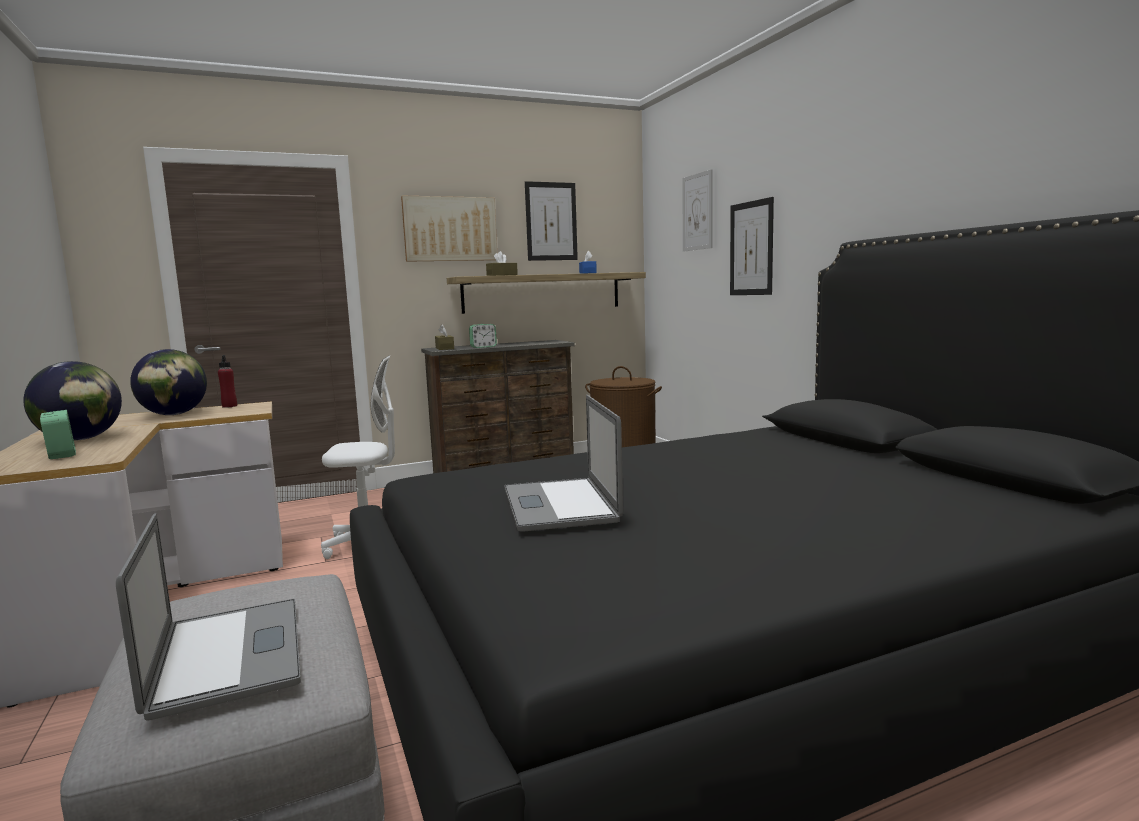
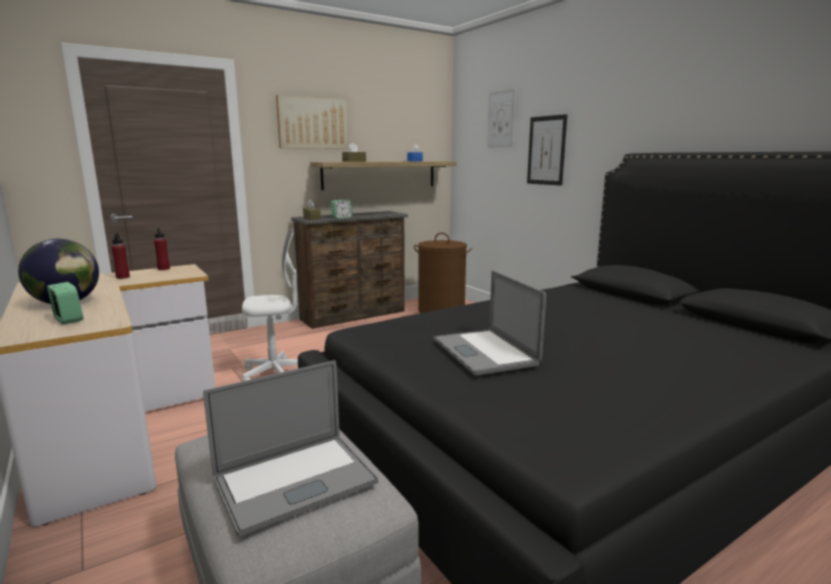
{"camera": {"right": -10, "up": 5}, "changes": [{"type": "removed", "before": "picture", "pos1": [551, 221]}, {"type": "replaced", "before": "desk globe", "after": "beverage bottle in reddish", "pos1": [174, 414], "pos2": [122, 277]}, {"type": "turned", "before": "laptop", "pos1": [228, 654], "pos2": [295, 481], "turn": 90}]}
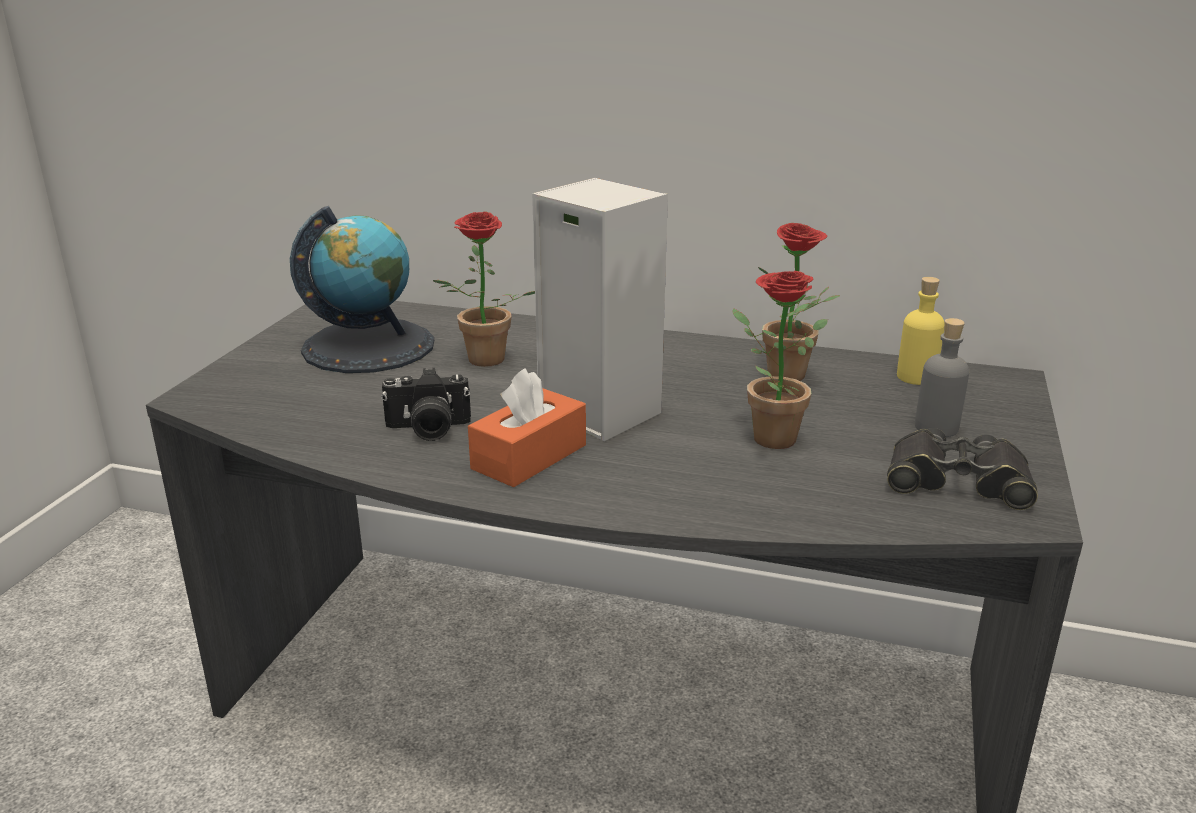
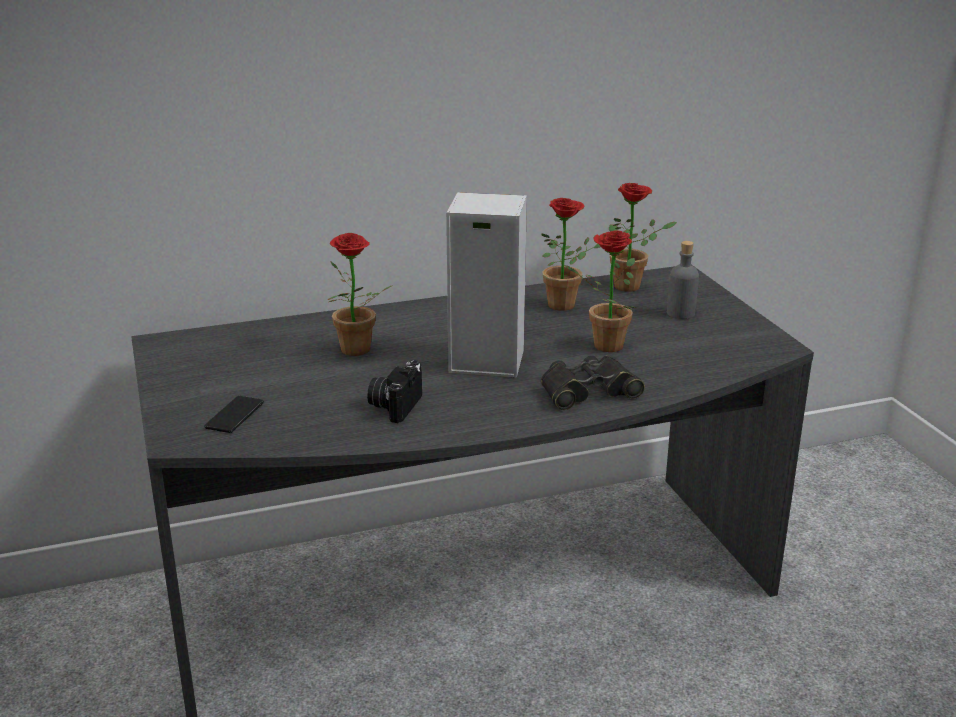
{"camera": {"right": -35, "up": 0}, "changes": [{"type": "removed", "before": "desk globe", "pos1": [368, 346]}, {"type": "removed", "before": "box of tissues in orange-coloured", "pos1": [529, 457]}, {"type": "added", "after": "telephone", "pos2": [234, 415]}, {"type": "moved", "before": "field glasses in black", "pos1": [957, 481], "pos2": [588, 391]}, {"type": "replaced", "before": "beverage bottle in yellow", "after": "houseplant", "pos1": [916, 377], "pos2": [633, 286]}, {"type": "turned", "before": "photo camera", "pos1": [428, 429], "pos2": [395, 406], "turn": 150}]}
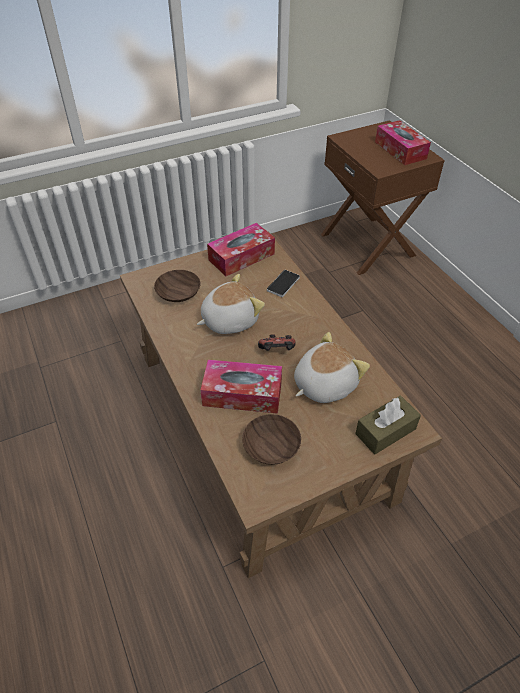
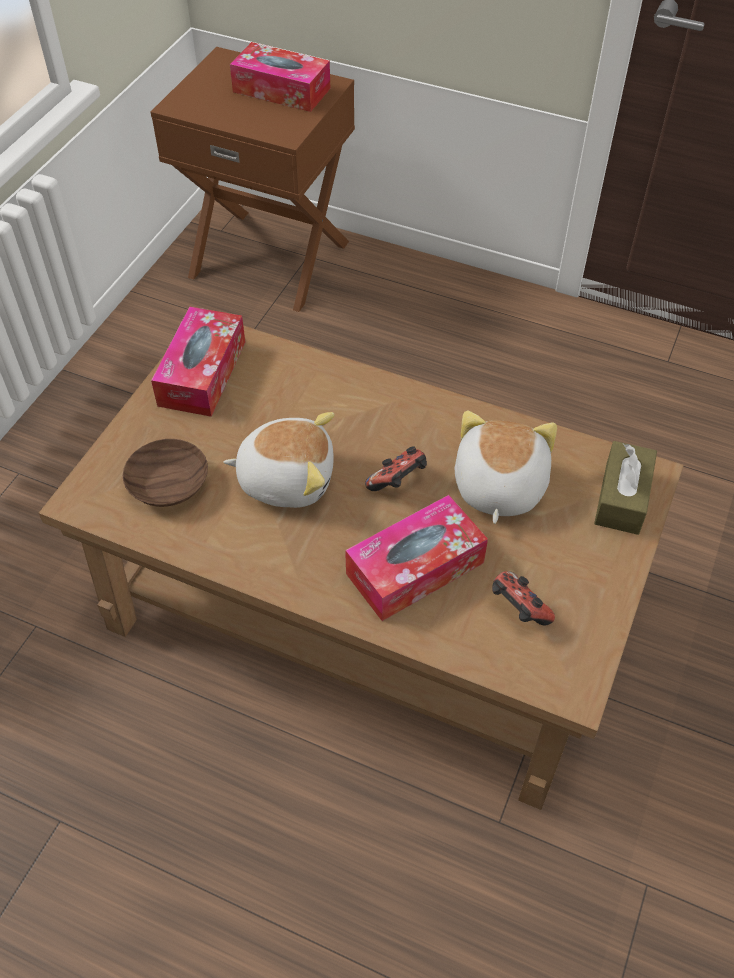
{"camera": {"right": -40, "up": 5}, "changes": [{"type": "removed", "before": "telephone", "pos1": [283, 284]}, {"type": "replaced", "before": "bowl in brown", "after": "gamepad", "pos1": [270, 445], "pos2": [518, 610]}, {"type": "turned", "before": "soft toy", "pos1": [229, 320], "pos2": [286, 478], "turn": 75}]}
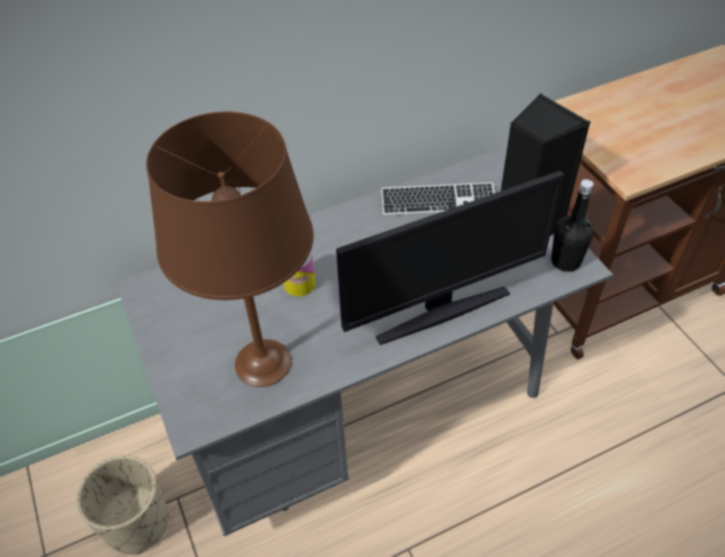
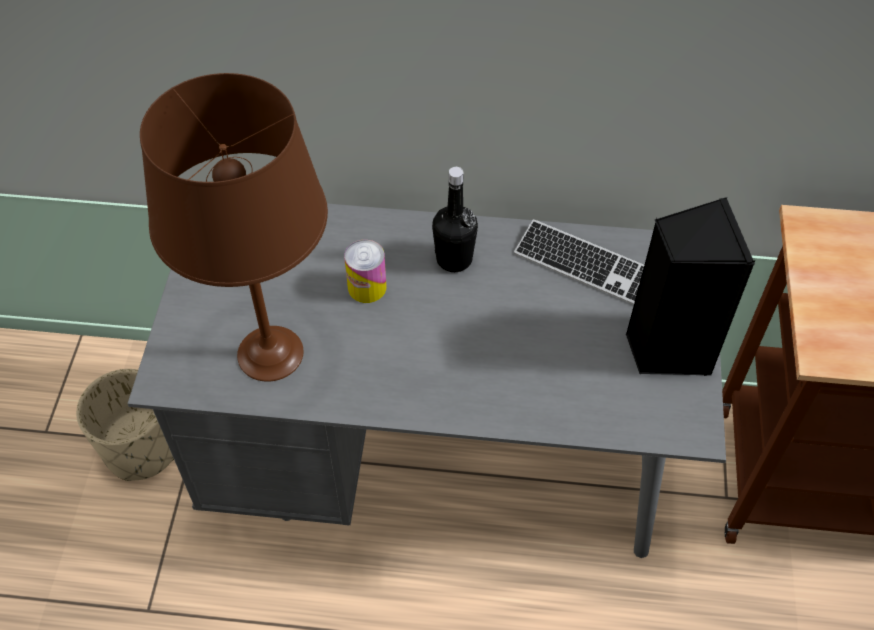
{"camera": {"right": 30, "up": 5}, "changes": [{"type": "removed", "before": "computer screen", "pos1": [441, 312]}, {"type": "moved", "before": "beverage bottle in black", "pos1": [565, 261], "pos2": [454, 259]}]}
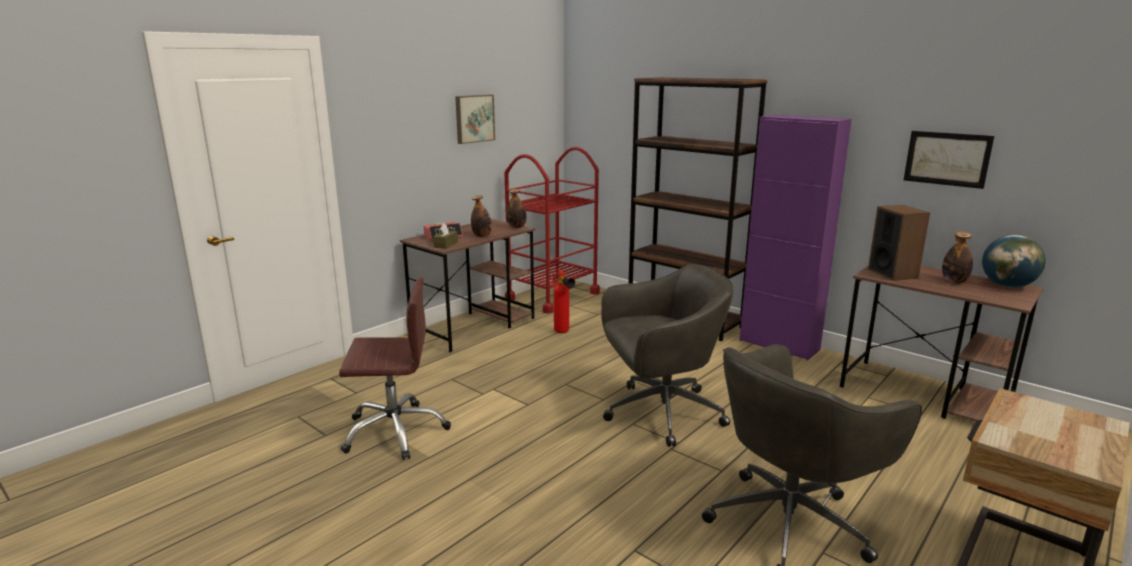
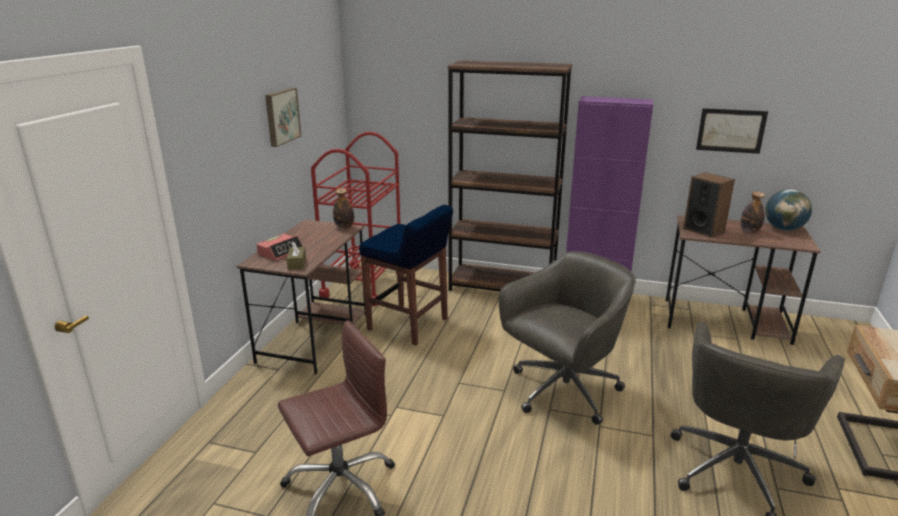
{"camera": {"right": -25, "up": 5}, "changes": [{"type": "removed", "before": "beverage bottle", "pos1": [482, 236]}, {"type": "replaced", "before": "fire extinguisher", "after": "stool in bluish", "pos1": [563, 333], "pos2": [409, 325]}]}
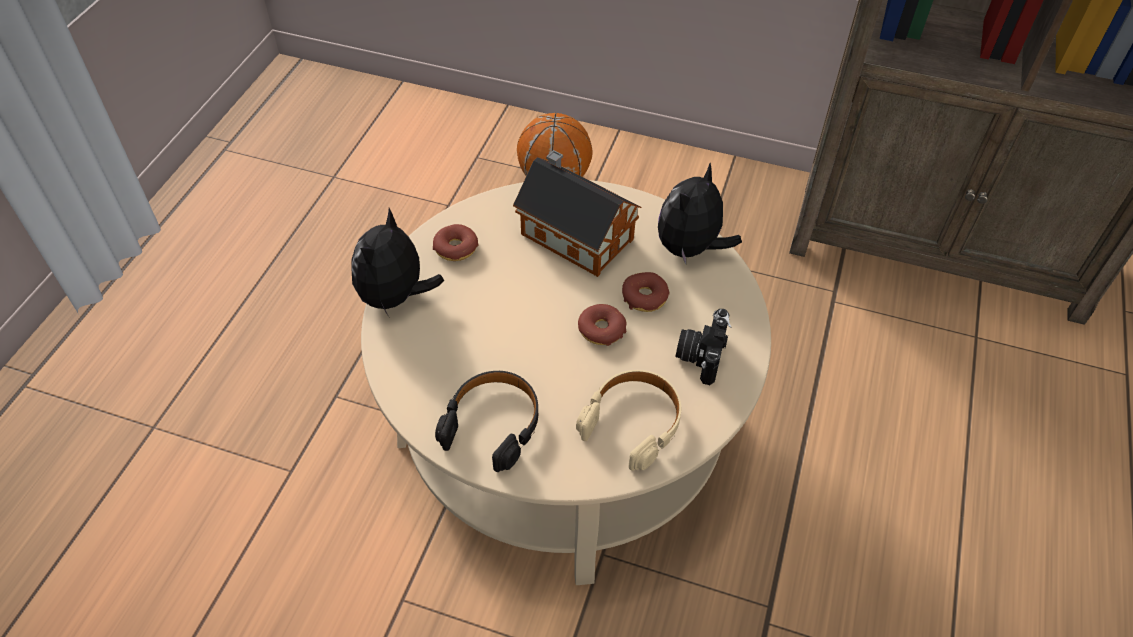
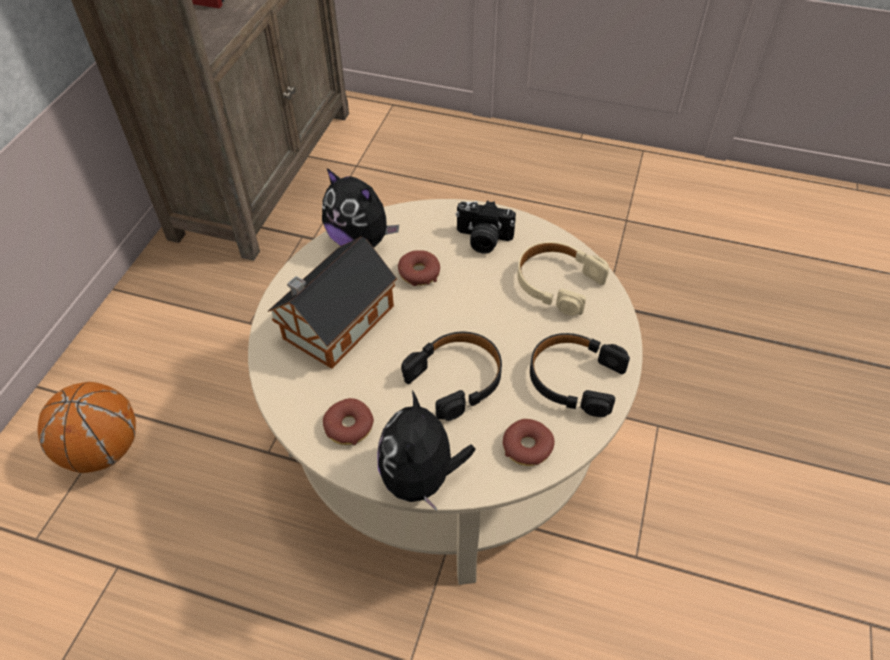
{"camera": {"right": -90, "up": 0}, "changes": [{"type": "added", "after": "headset in black", "pos2": [456, 378]}, {"type": "moved", "before": "doughnut", "pos1": [601, 330], "pos2": [527, 447]}, {"type": "turned", "before": "soft toy", "pos1": [396, 297], "pos2": [421, 478], "turn": 75}]}
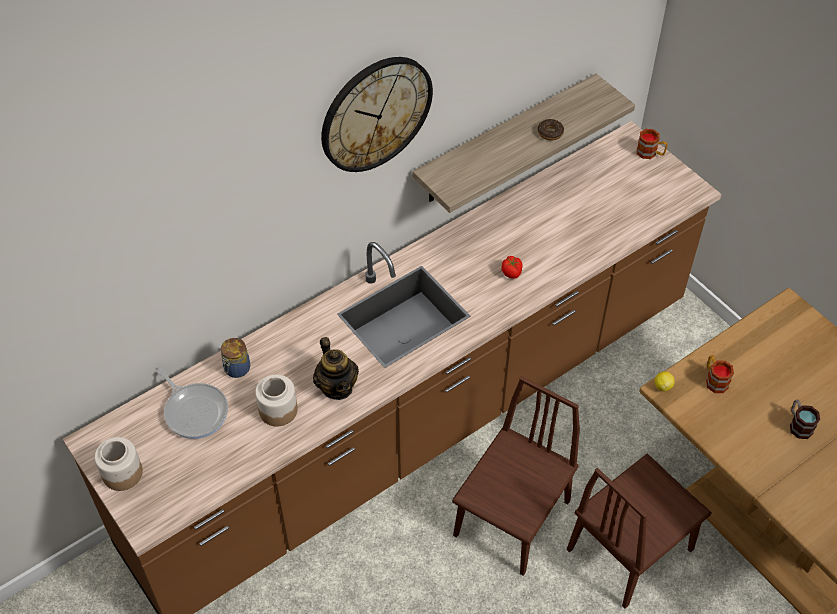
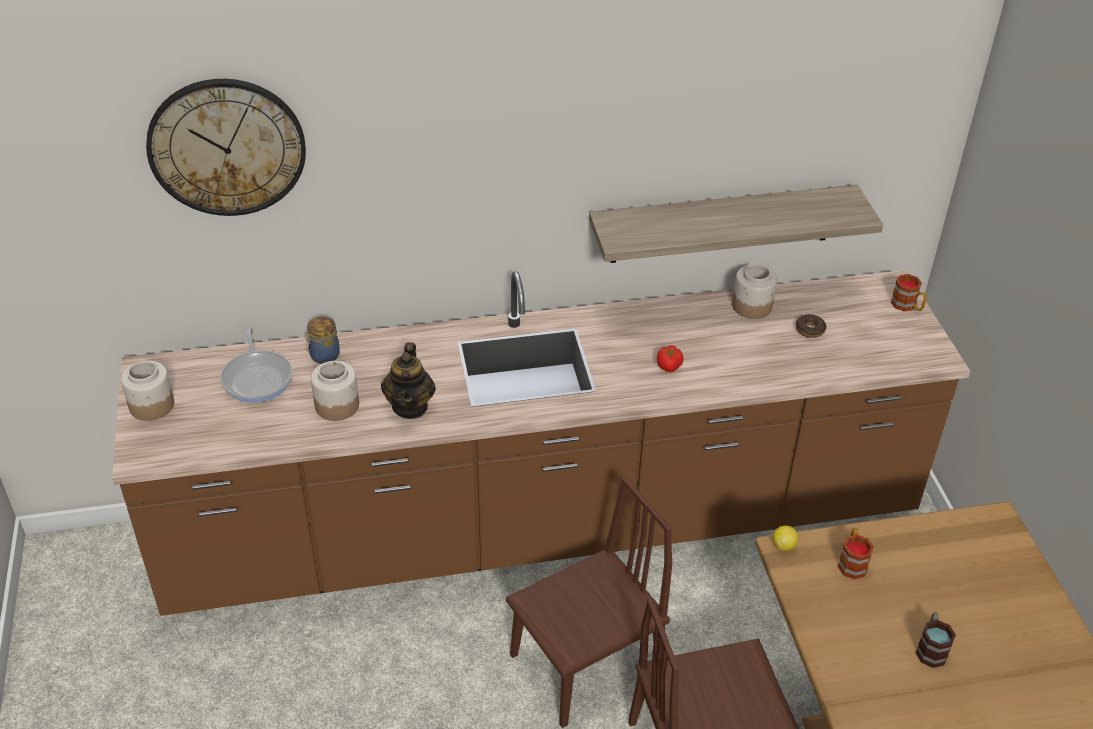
{"camera": {"right": 25, "up": -10}, "changes": [{"type": "added", "after": "storage jar", "pos2": [752, 306]}, {"type": "moved", "before": "hanging clock", "pos1": [376, 114], "pos2": [227, 147]}, {"type": "moved", "before": "doughnut", "pos1": [550, 133], "pos2": [810, 330]}]}
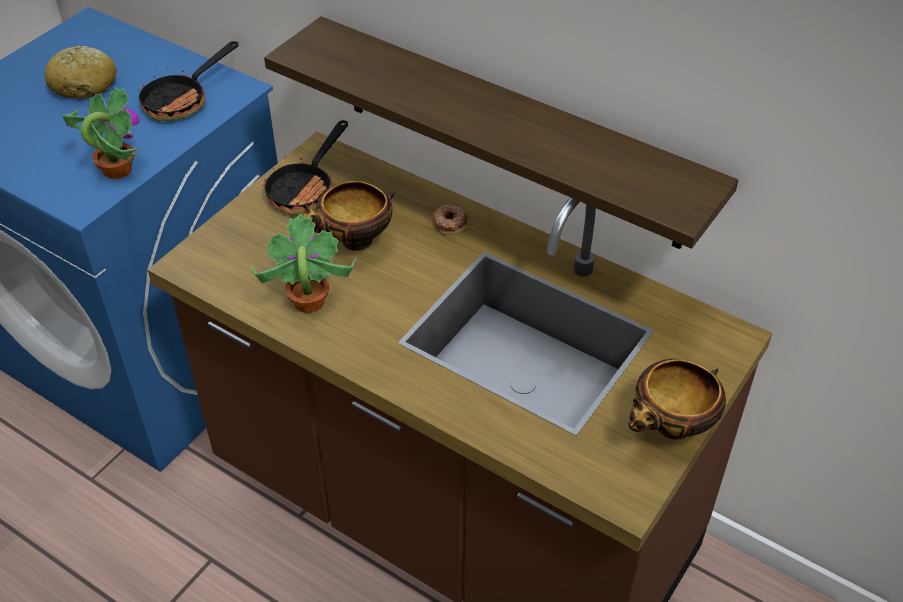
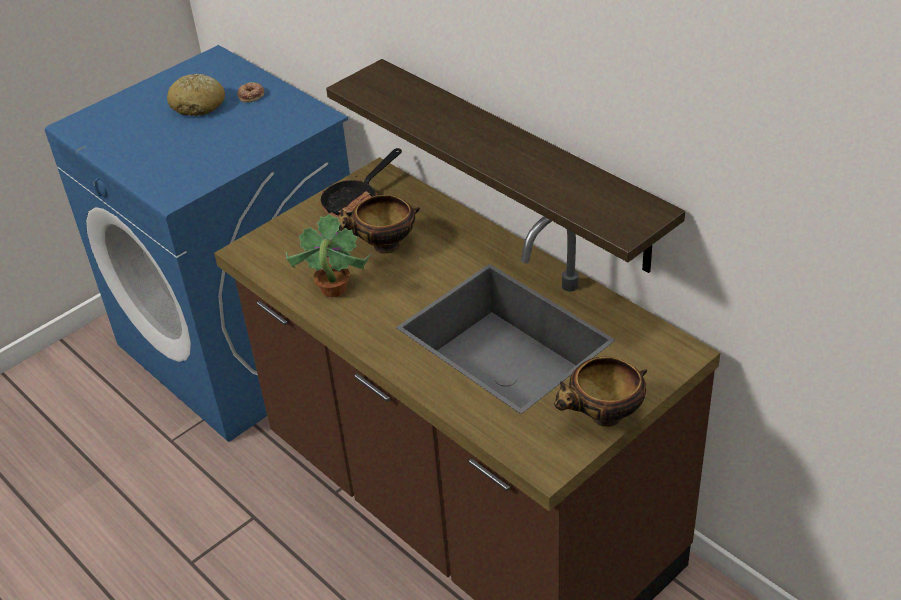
{"camera": {"right": 15, "up": -5}, "changes": [{"type": "removed", "before": "houseplant", "pos1": [116, 170]}, {"type": "removed", "before": "skillet", "pos1": [183, 100]}, {"type": "moved", "before": "doughnut", "pos1": [450, 222], "pos2": [251, 95]}]}
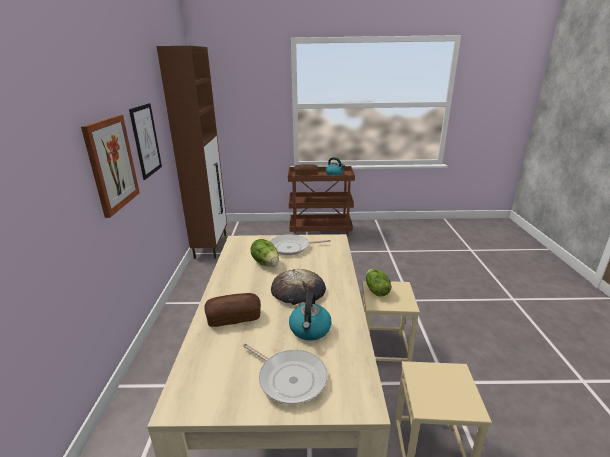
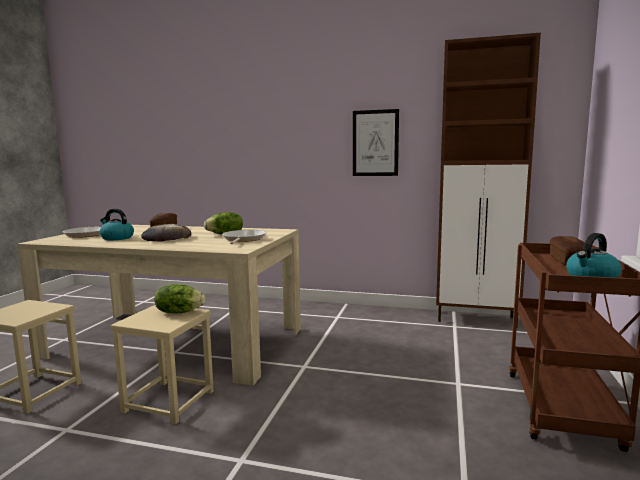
{"camera": {"right": 105, "up": -15}, "changes": [{"type": "removed", "before": "picture", "pos1": [111, 164]}]}
